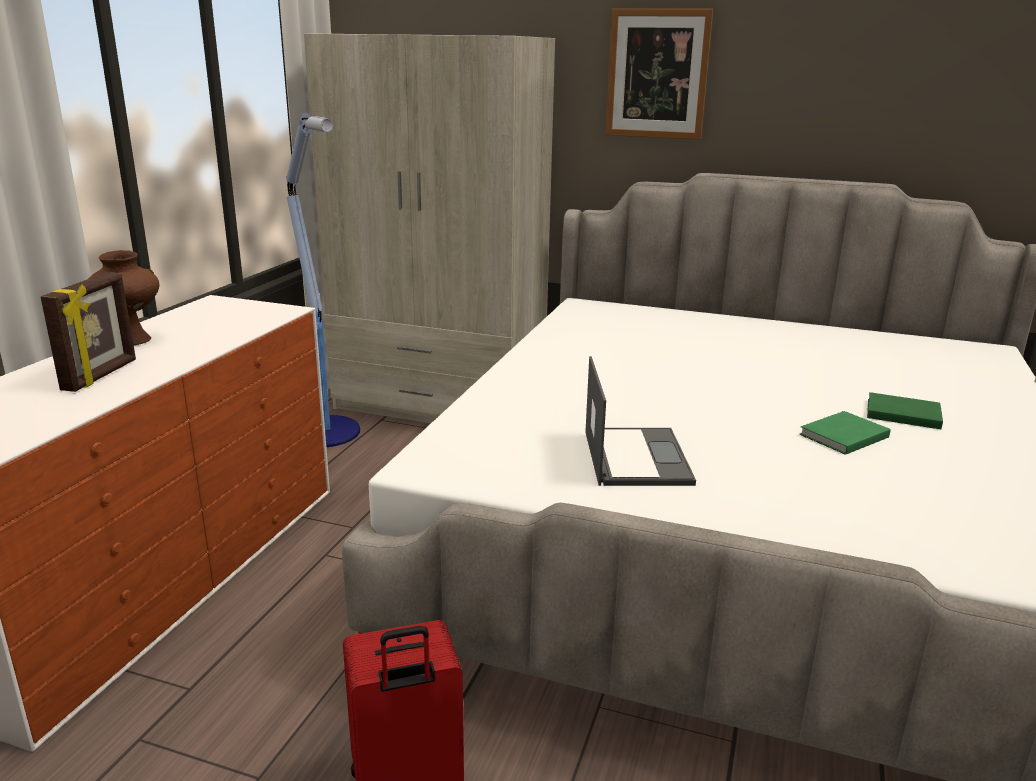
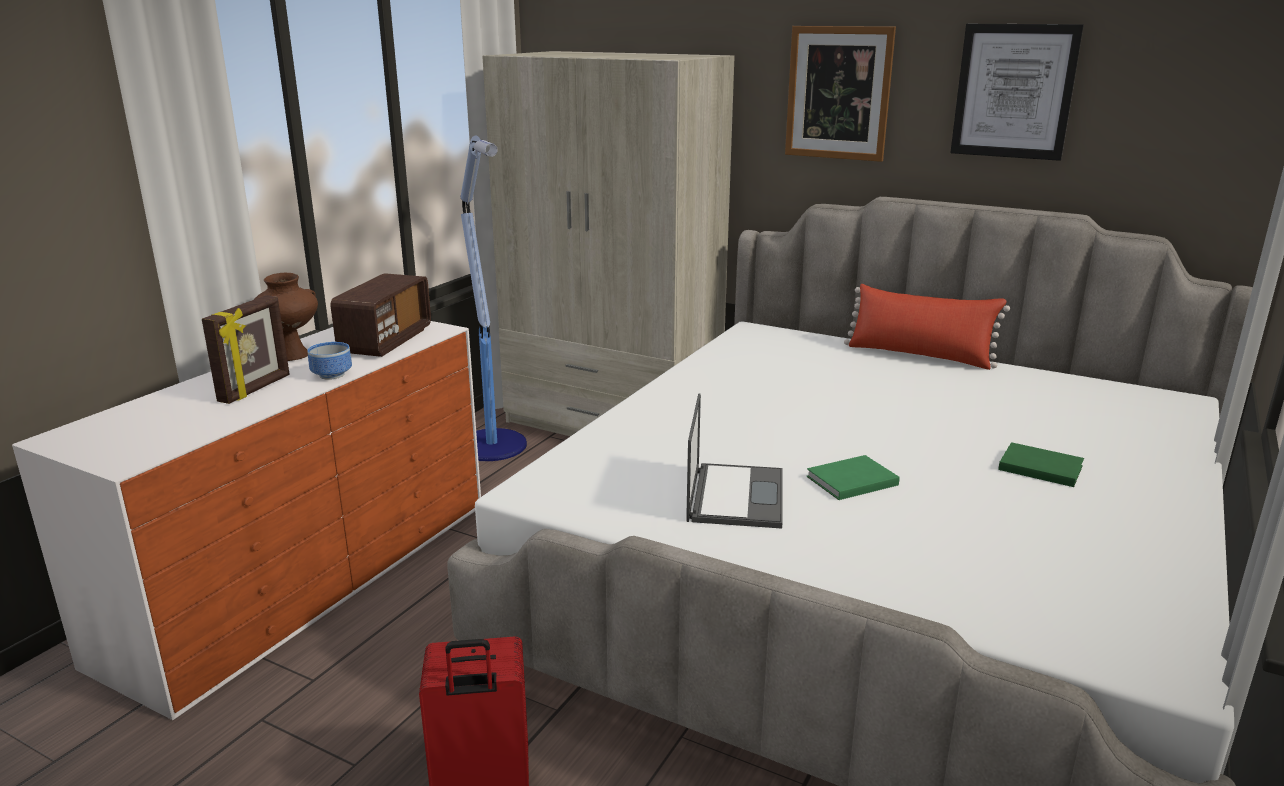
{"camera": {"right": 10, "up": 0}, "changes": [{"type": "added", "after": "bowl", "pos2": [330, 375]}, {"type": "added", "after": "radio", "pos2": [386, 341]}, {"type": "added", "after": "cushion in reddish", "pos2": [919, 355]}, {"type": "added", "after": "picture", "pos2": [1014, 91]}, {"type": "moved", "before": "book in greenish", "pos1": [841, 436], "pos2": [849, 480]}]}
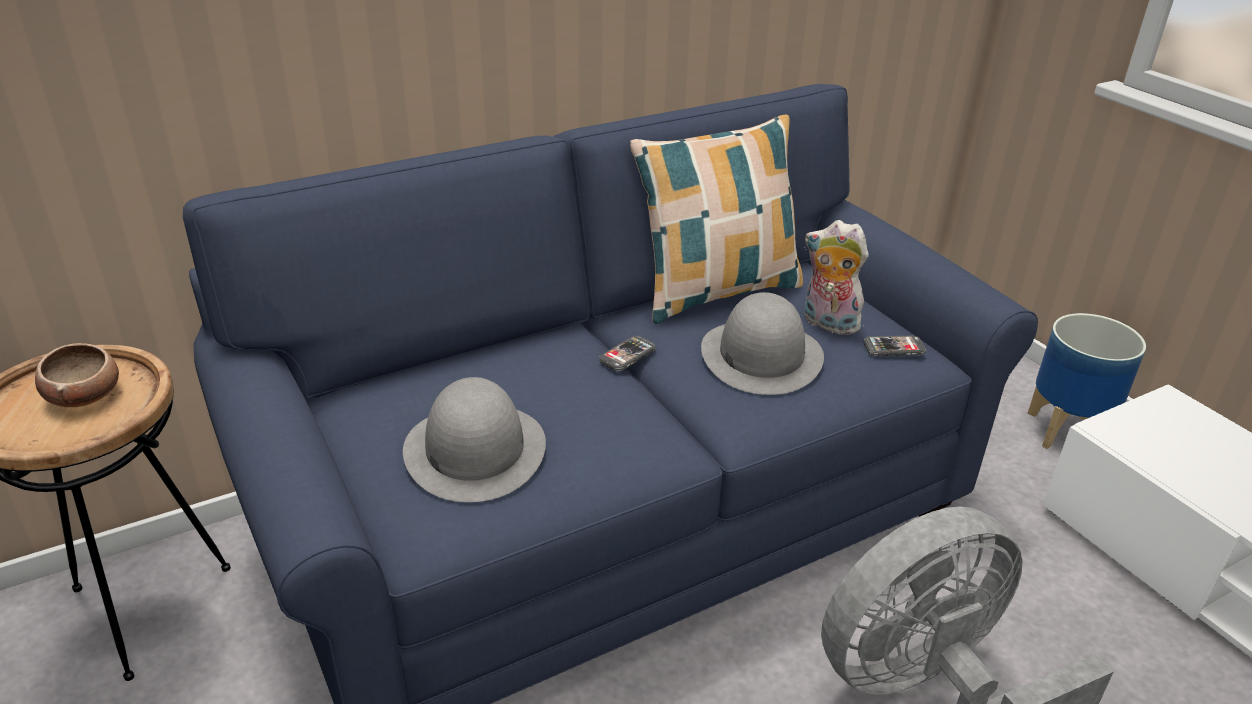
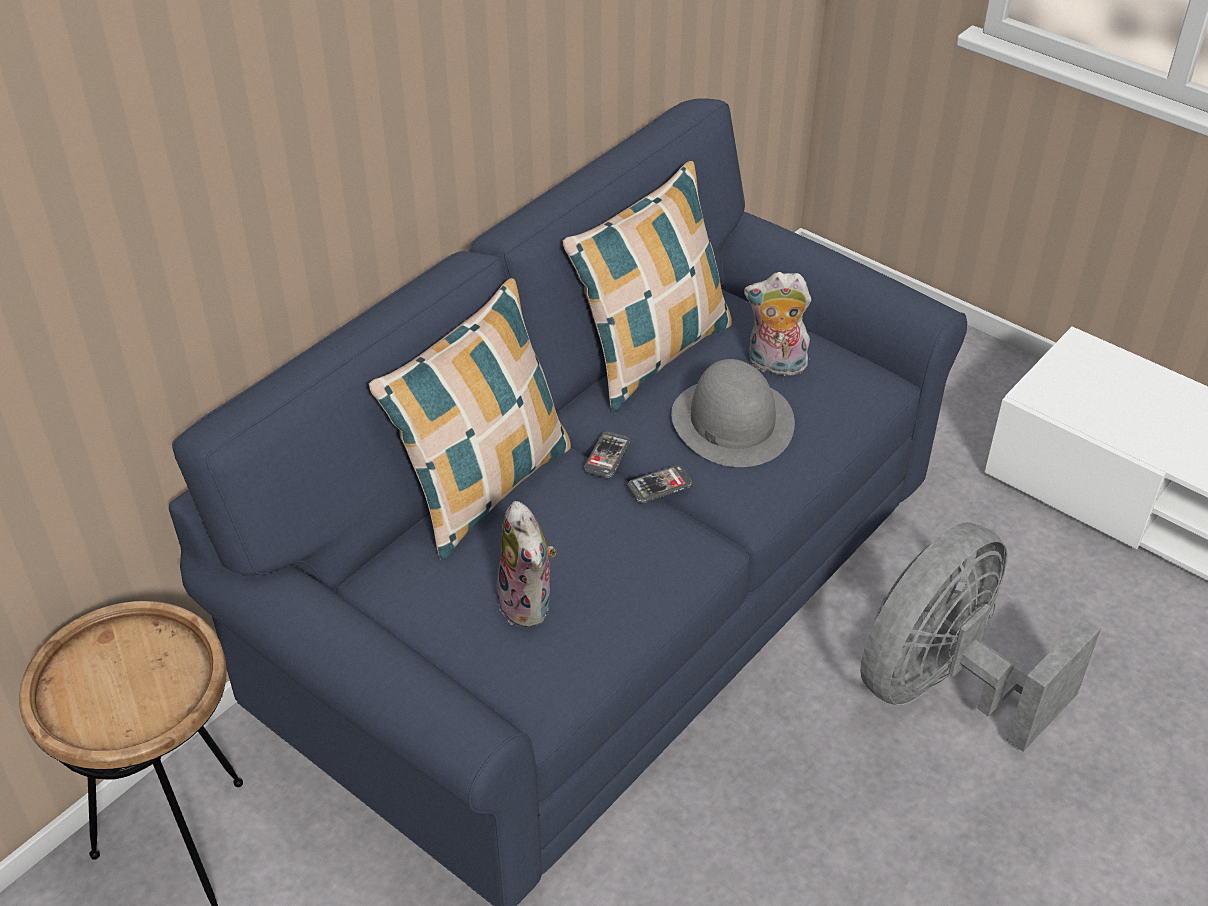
{"camera": {"right": -20, "up": 10}, "changes": [{"type": "removed", "before": "bowl", "pos1": [85, 395]}, {"type": "removed", "before": "flower pot", "pos1": [1067, 431]}, {"type": "added", "after": "cushion", "pos2": [484, 488]}, {"type": "moved", "before": "telephone", "pos1": [894, 348], "pos2": [659, 486]}, {"type": "replaced", "before": "clothing hat in grey", "after": "soft toy", "pos1": [475, 449], "pos2": [529, 604]}]}
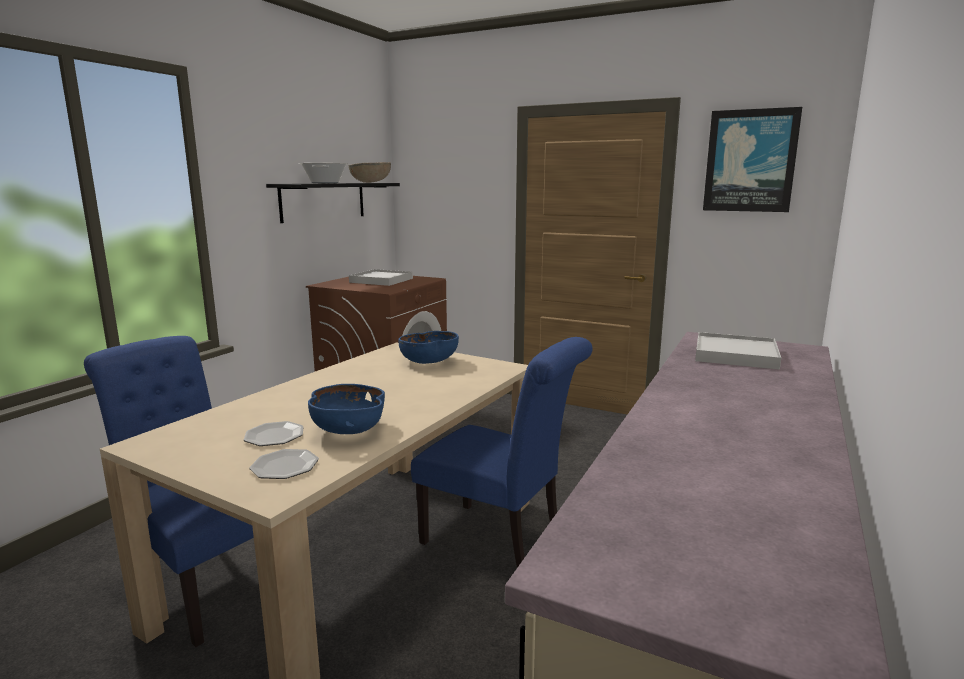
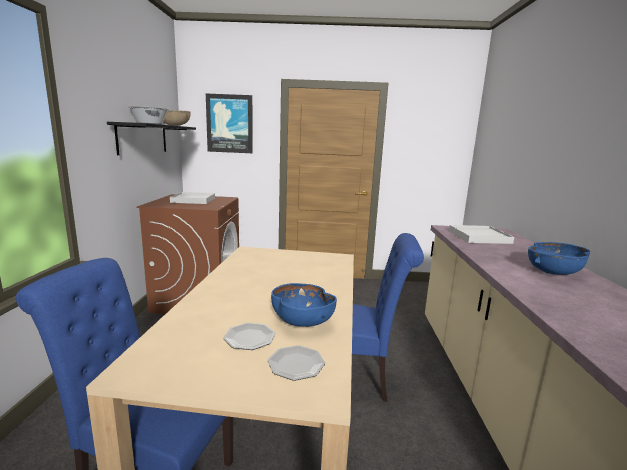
{"camera": {"right": -25, "up": 0}, "changes": [{"type": "moved", "before": "bowl in bluish", "pos1": [429, 362], "pos2": [554, 272]}, {"type": "moved", "before": "picture", "pos1": [750, 161], "pos2": [229, 124]}]}
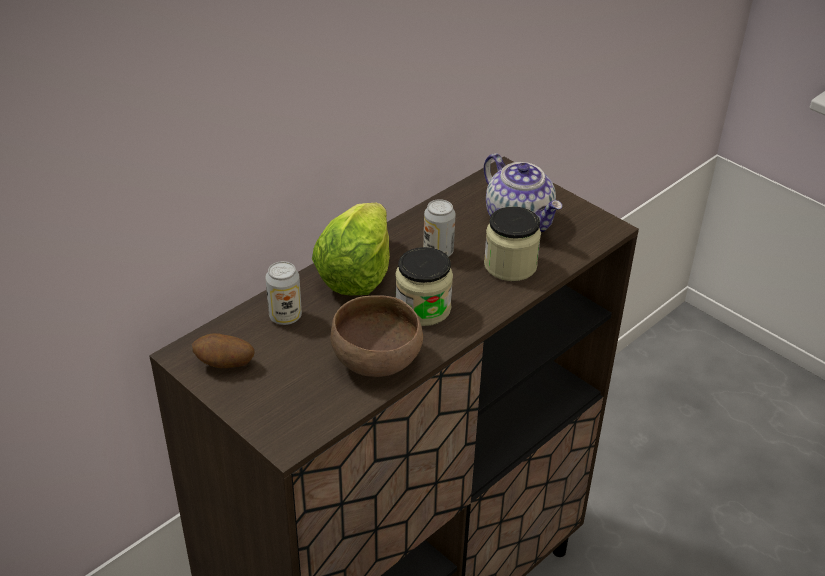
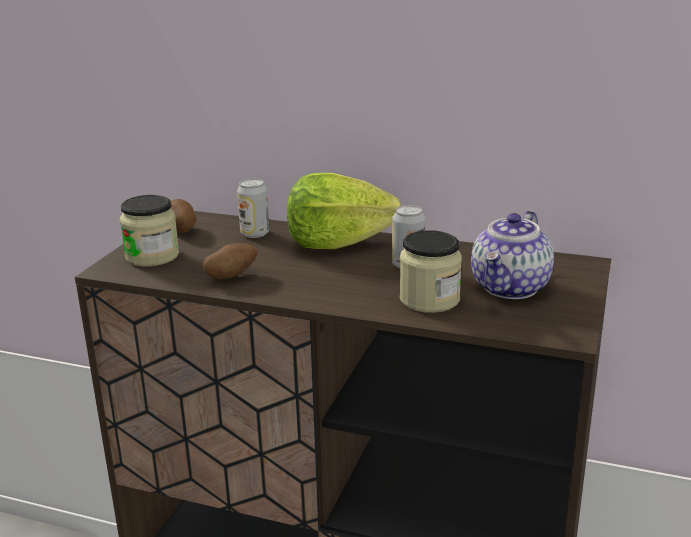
{"camera": {"right": 65, "up": -15}, "changes": [{"type": "moved", "before": "storage jar", "pos1": [423, 308], "pos2": [152, 256]}, {"type": "replaced", "before": "bowl in brown", "after": "spud", "pos1": [378, 360], "pos2": [231, 276]}]}
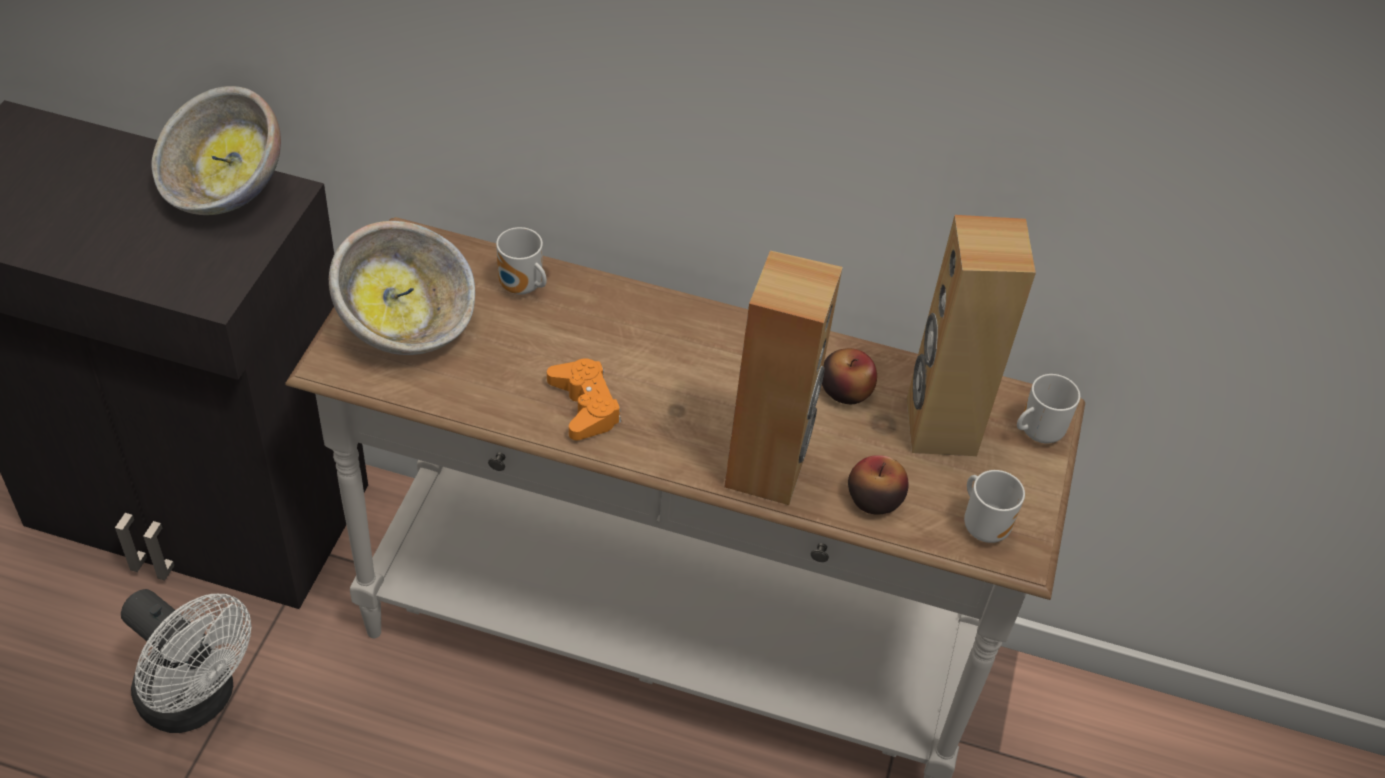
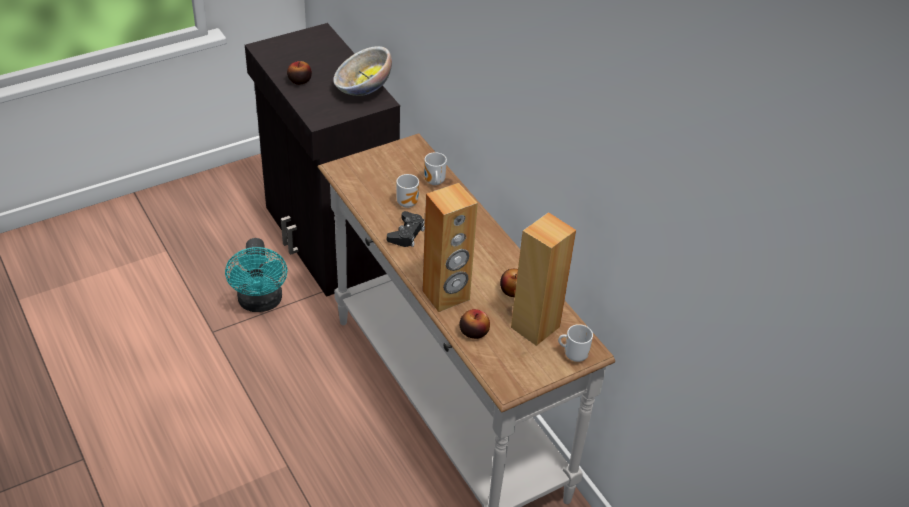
{"camera": {"right": 45, "up": -5}, "changes": [{"type": "removed", "before": "bowl", "pos1": [408, 325]}, {"type": "added", "after": "apple fruit", "pos2": [299, 80]}, {"type": "moved", "before": "mug", "pos1": [984, 526], "pos2": [408, 202]}, {"type": "recoloured", "before": "electric fan in white-coloured", "after": "electric fan in blue-green", "pos1": [197, 701], "pos2": [260, 303]}, {"type": "recoloured", "before": "gamepad in orange-coloured", "after": "gamepad in black", "pos1": [584, 405], "pos2": [406, 233]}]}
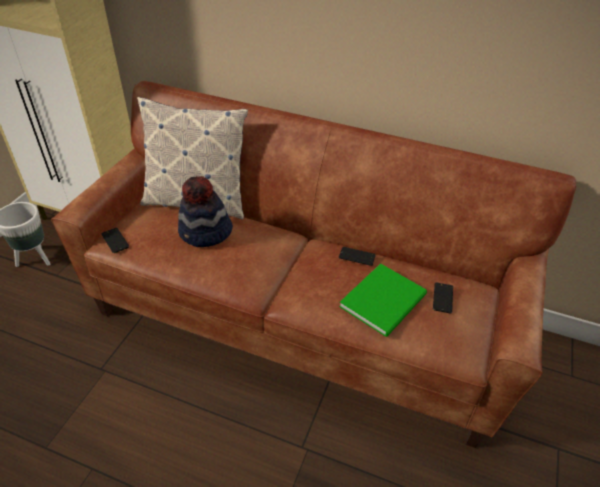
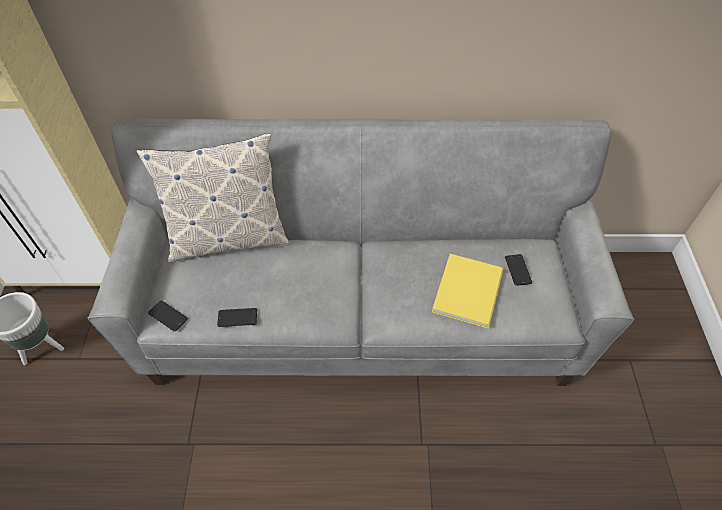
{"camera": {"right": -20, "up": 10}, "changes": [{"type": "removed", "before": "clothing hat", "pos1": [205, 233]}, {"type": "moved", "before": "telephone", "pos1": [357, 256], "pos2": [237, 317]}, {"type": "recoloured", "before": "couch in brown", "after": "couch in grey", "pos1": [297, 320], "pos2": [360, 320]}, {"type": "recoloured", "before": "book in greenish", "after": "book in yellow", "pos1": [386, 300], "pos2": [470, 290]}]}
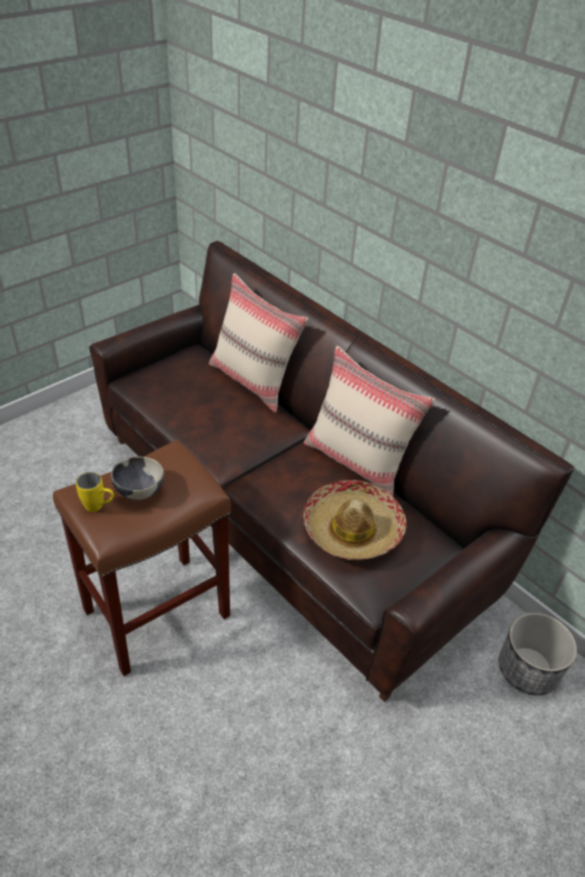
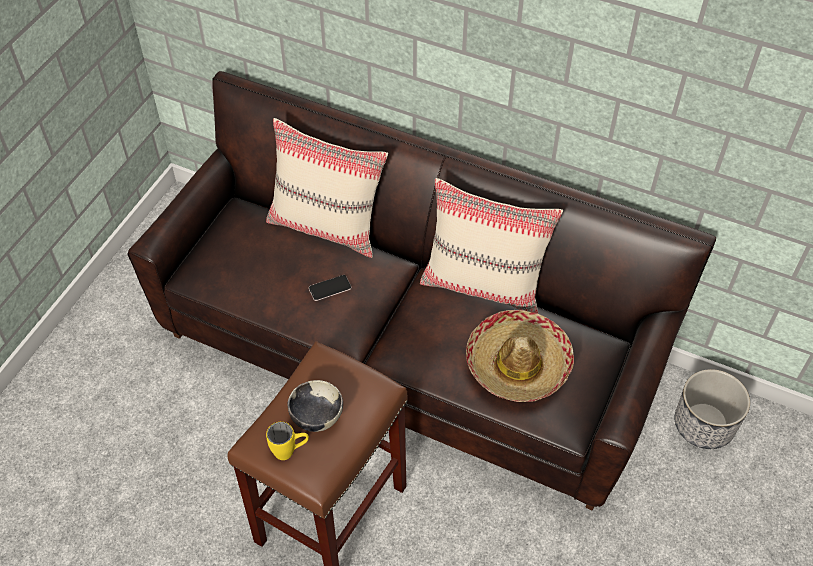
{"camera": {"right": -20, "up": 10}, "changes": [{"type": "added", "after": "telephone", "pos2": [330, 288]}]}
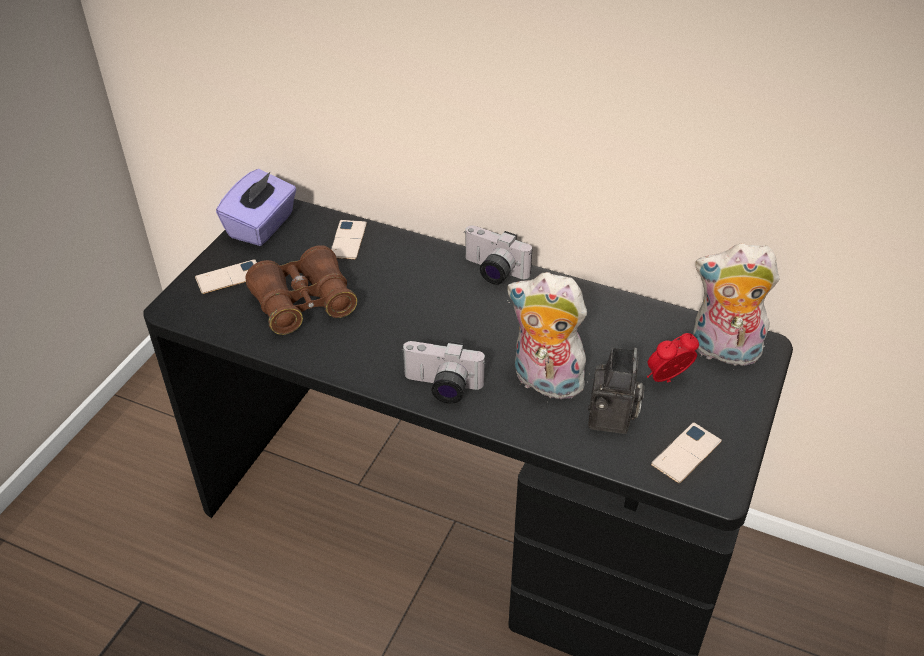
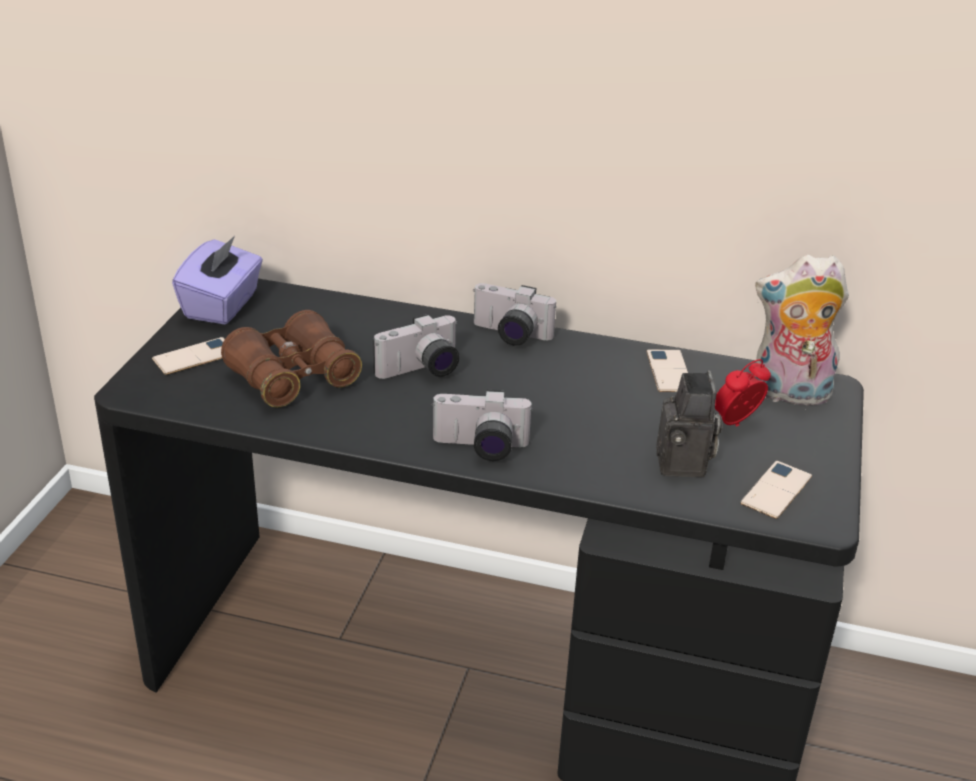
{"camera": {"right": -10, "up": -10}, "changes": [{"type": "removed", "before": "soft toy", "pos1": [544, 382]}, {"type": "added", "after": "photo camera", "pos2": [422, 371]}, {"type": "moved", "before": "telephone", "pos1": [348, 240], "pos2": [669, 371]}]}
